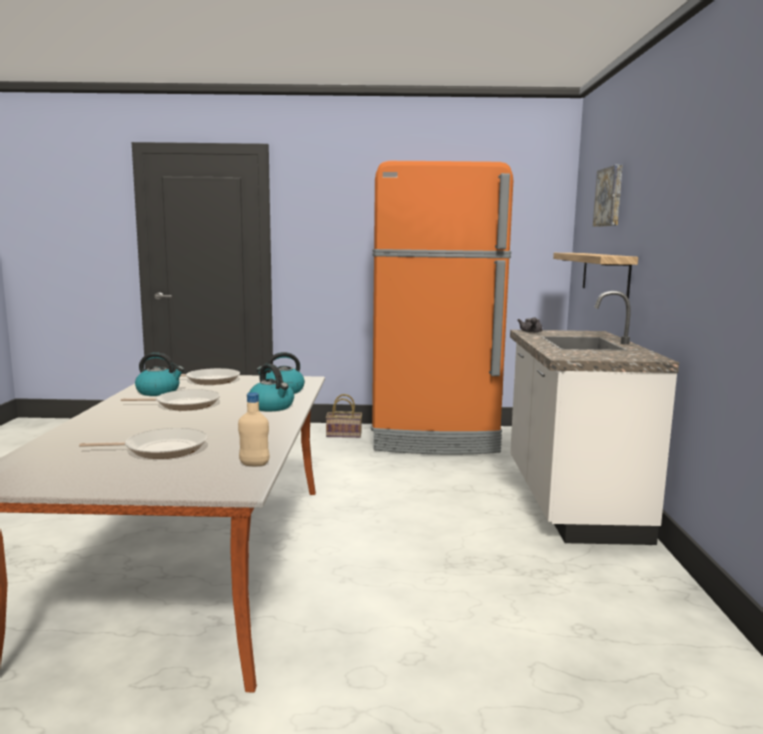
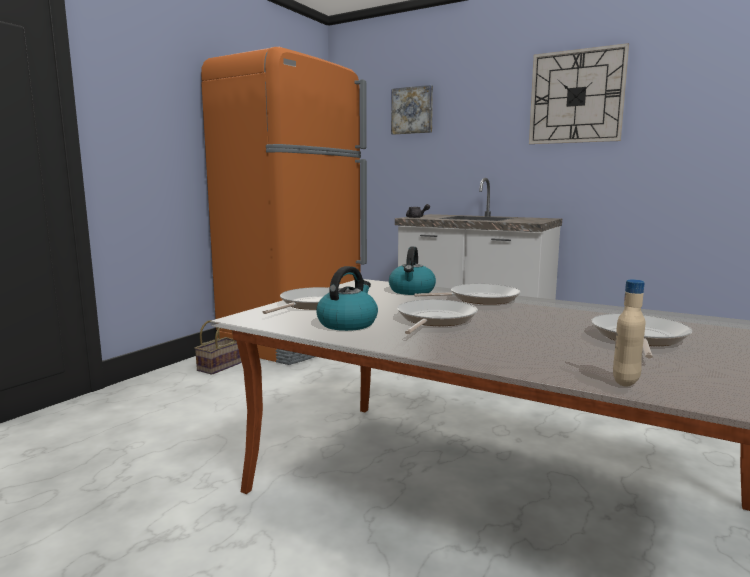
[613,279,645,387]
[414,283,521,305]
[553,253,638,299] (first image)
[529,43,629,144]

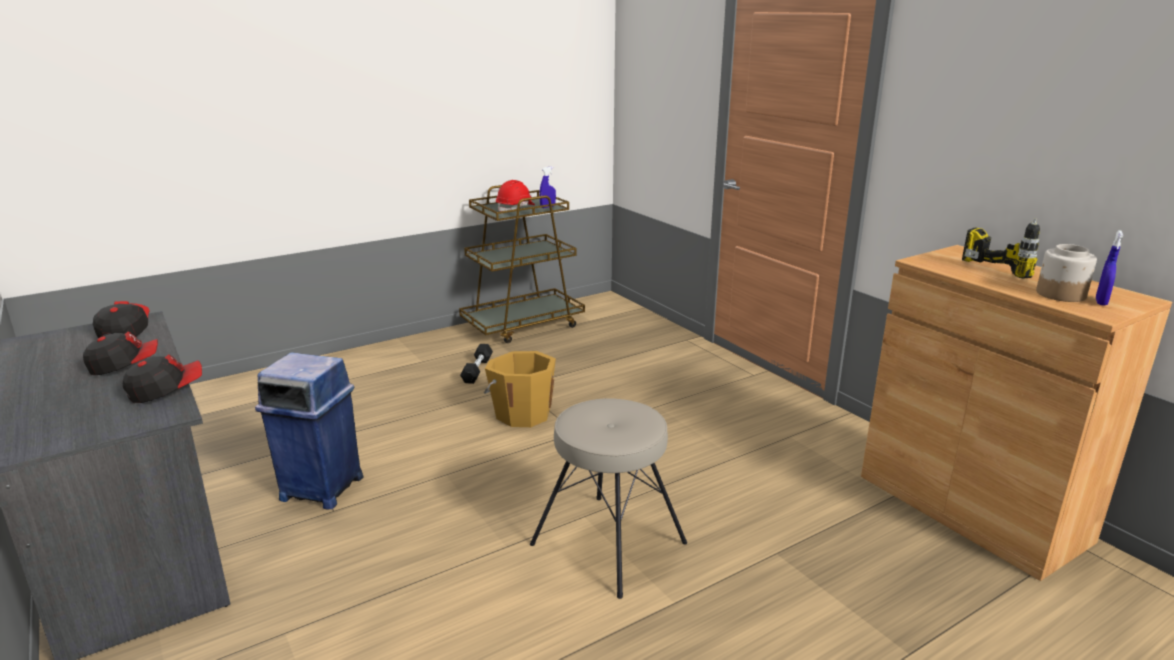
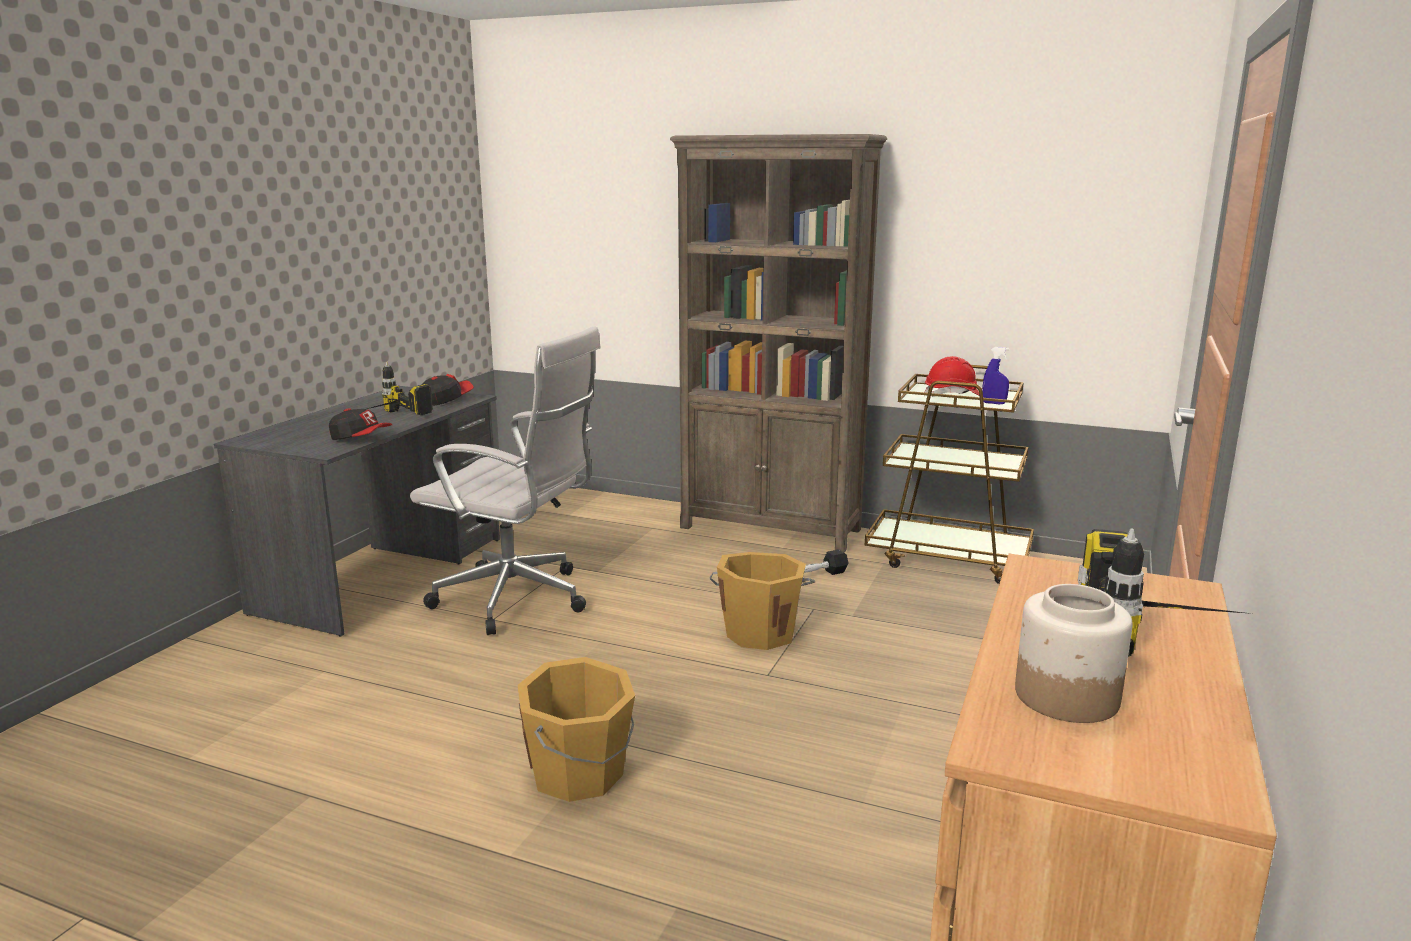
[367,362,433,415]
[410,326,601,635]
[518,657,635,802]
[1096,230,1123,306] (first image)
[670,134,887,553]

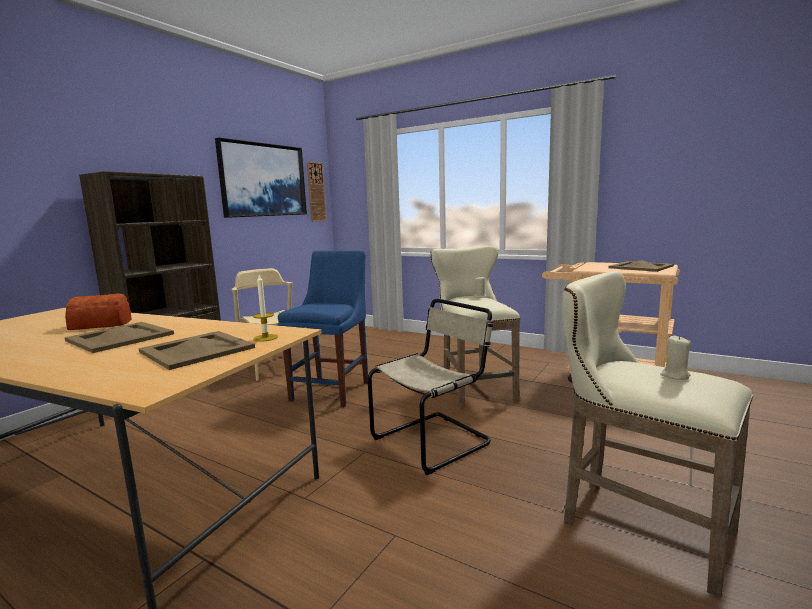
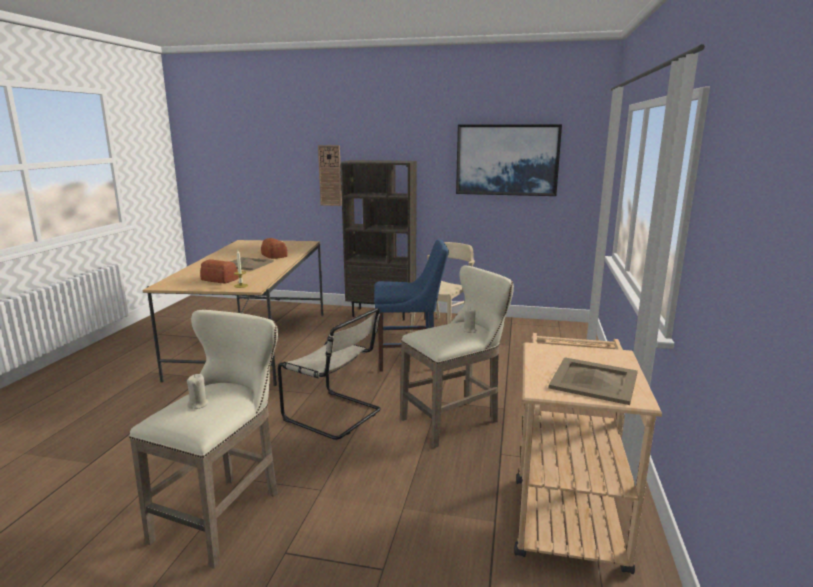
[200,259,239,284]
[318,145,342,206]

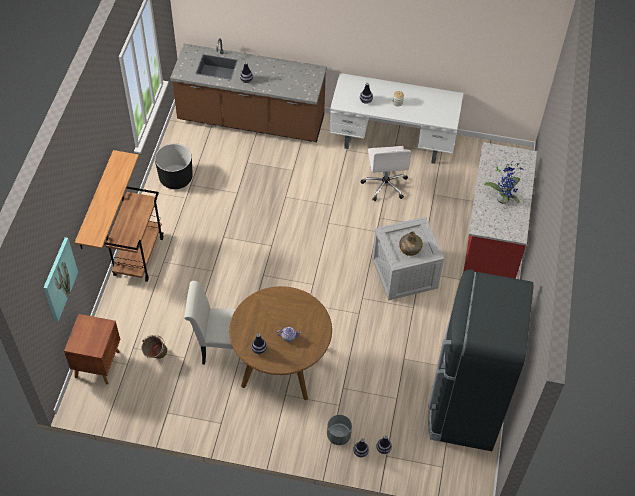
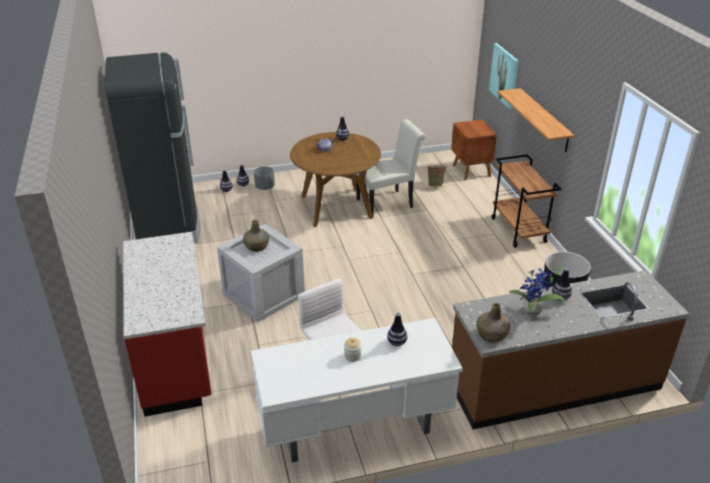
[509,267,565,316]
[477,303,510,342]

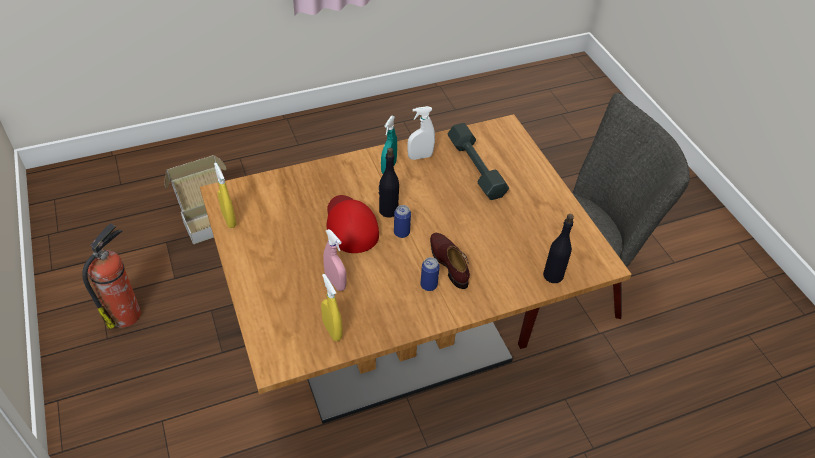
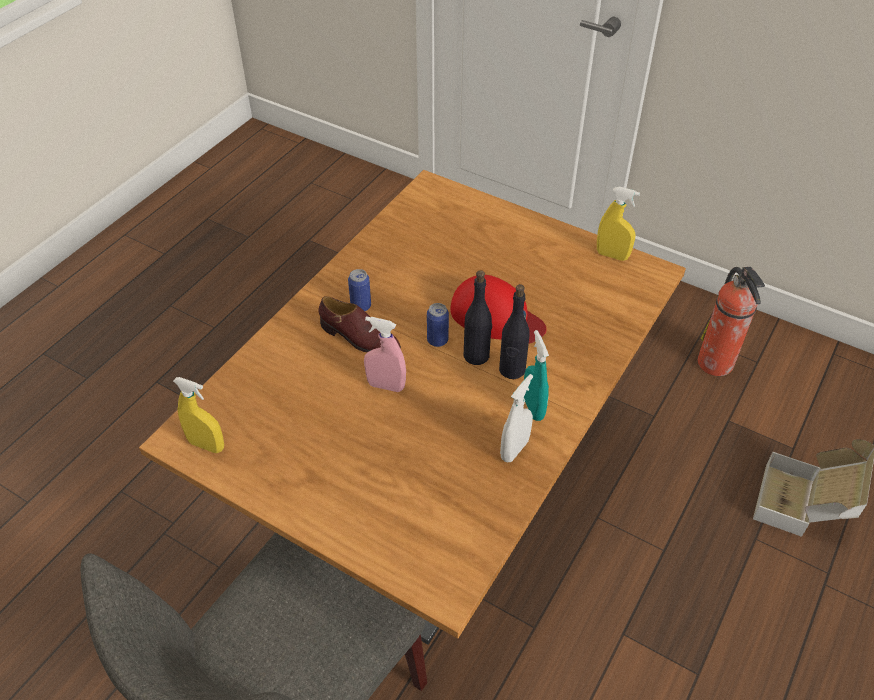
[173,377,224,453]
[364,316,406,392]
[447,123,509,200] (first image)
[499,284,530,379]

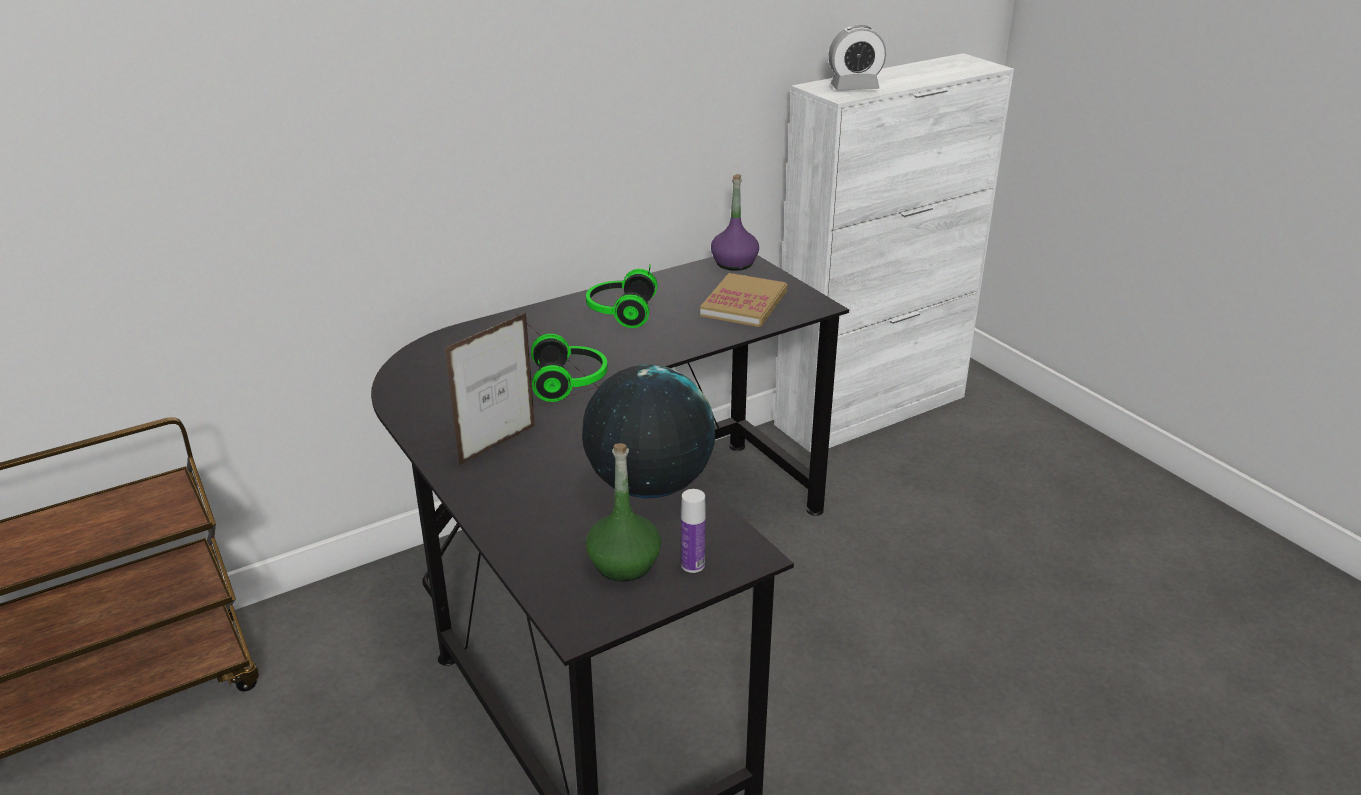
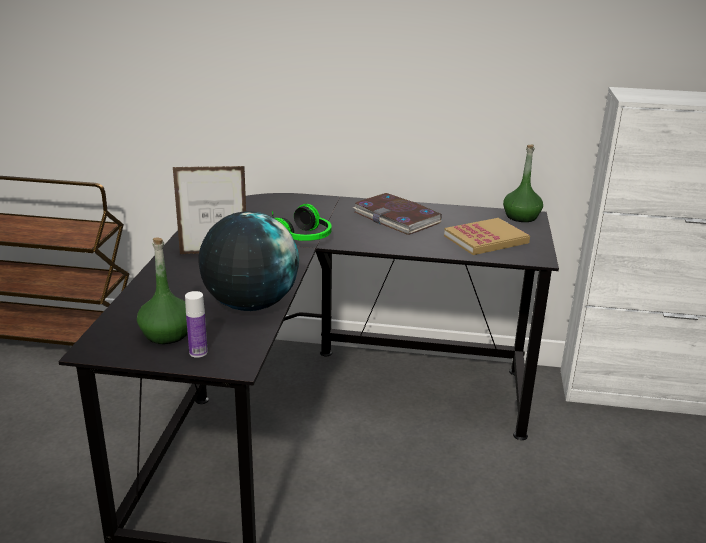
[352,193,442,235]
[503,145,543,222]
[829,25,886,91] (first image)

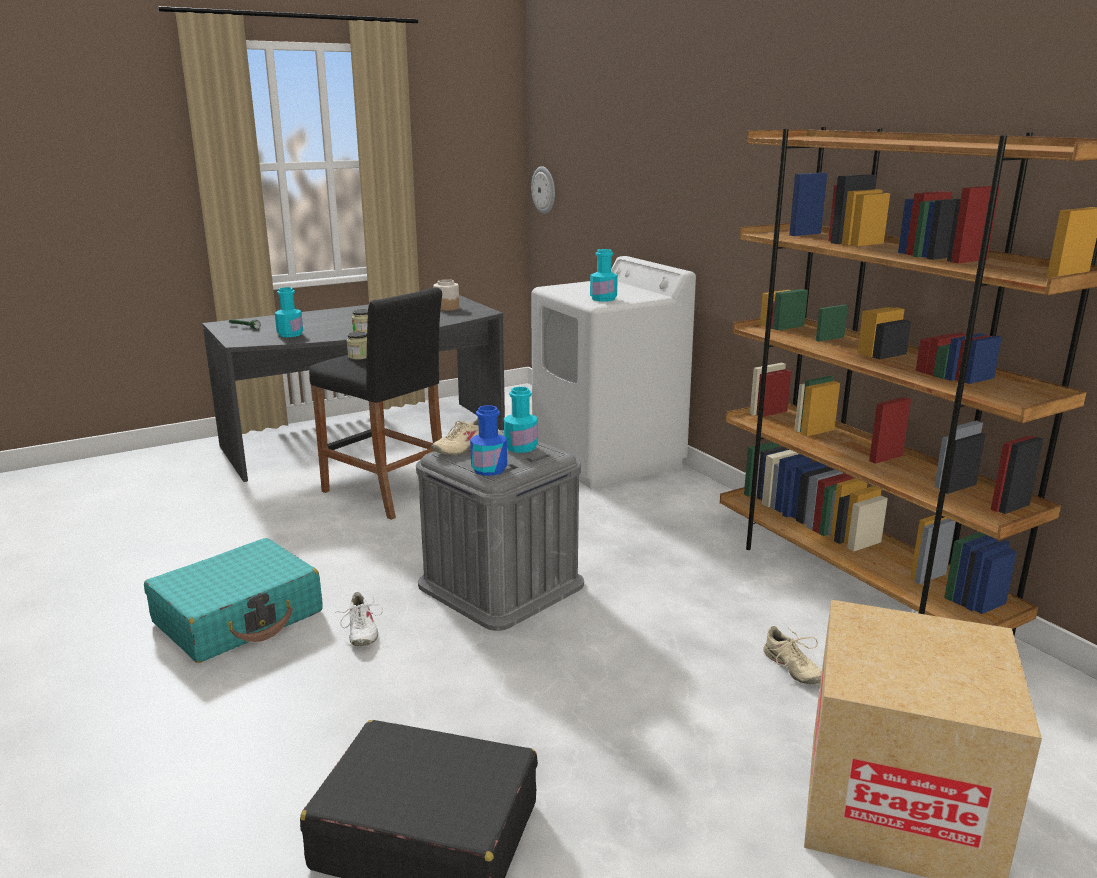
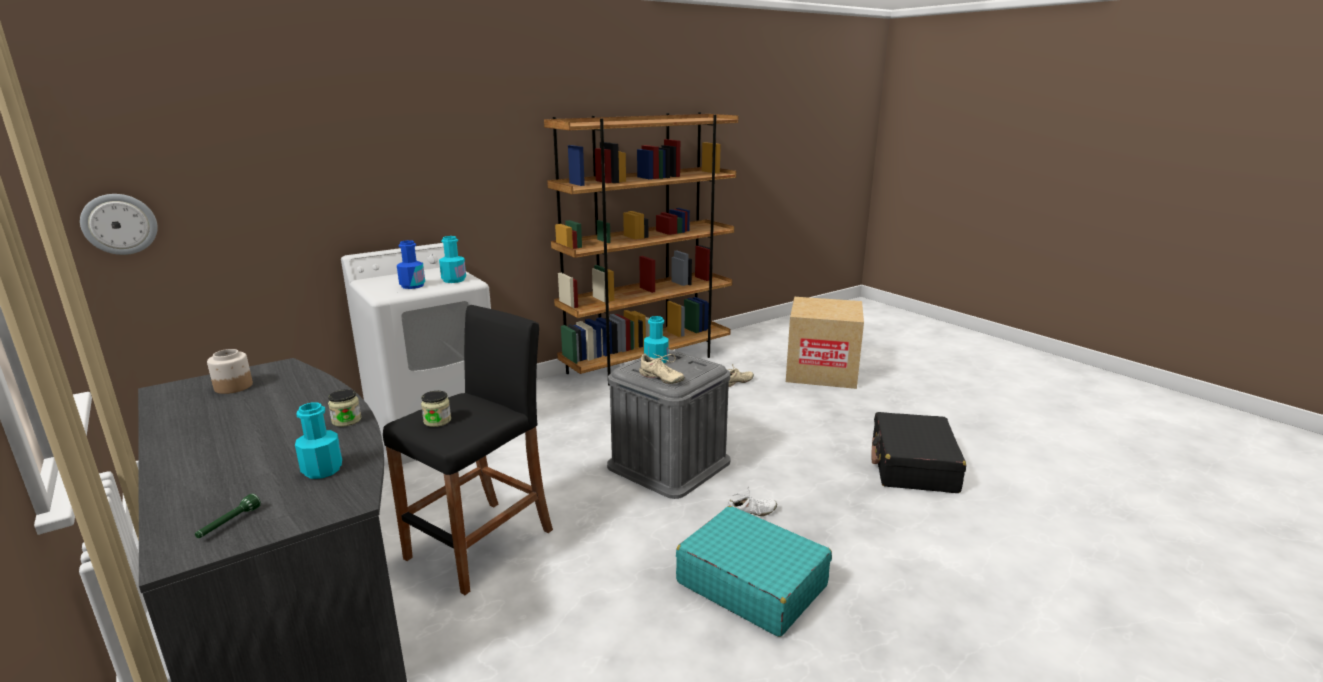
[397,240,425,289]

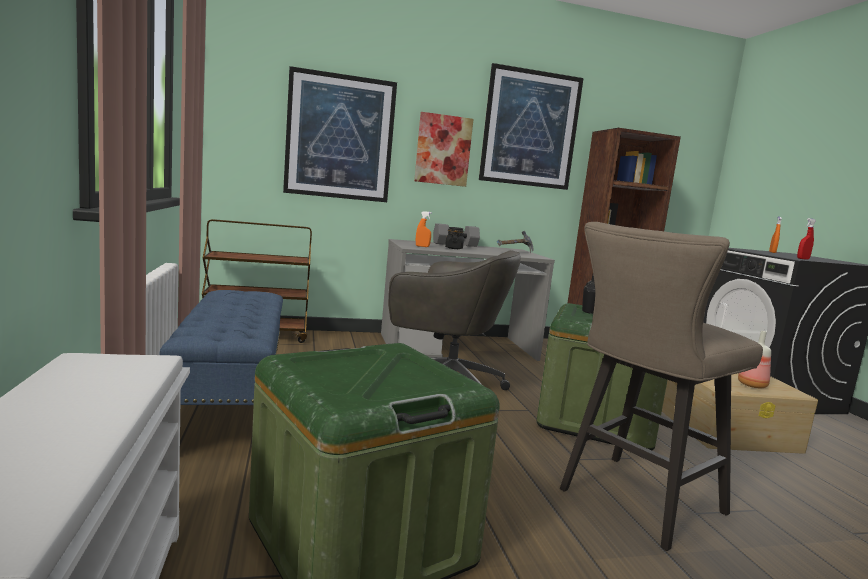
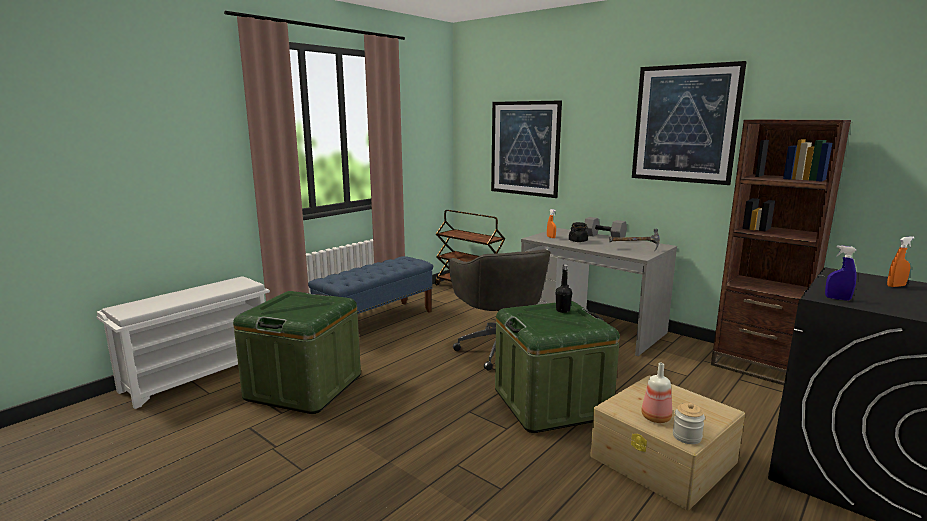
[414,112,473,187] (first image)
[560,222,763,551] (first image)
[825,245,857,301]
[673,403,705,444]

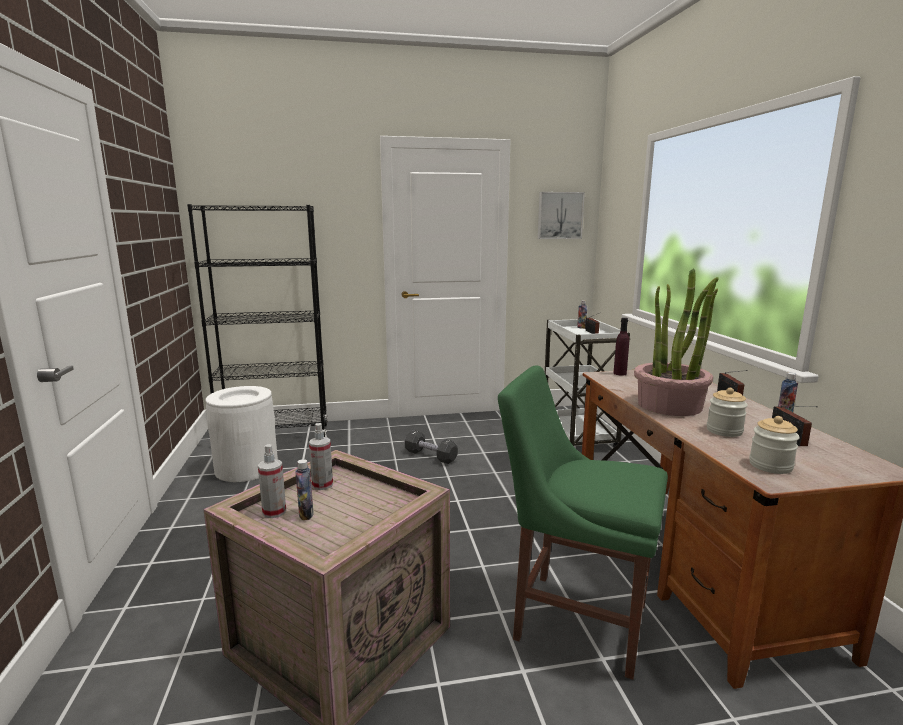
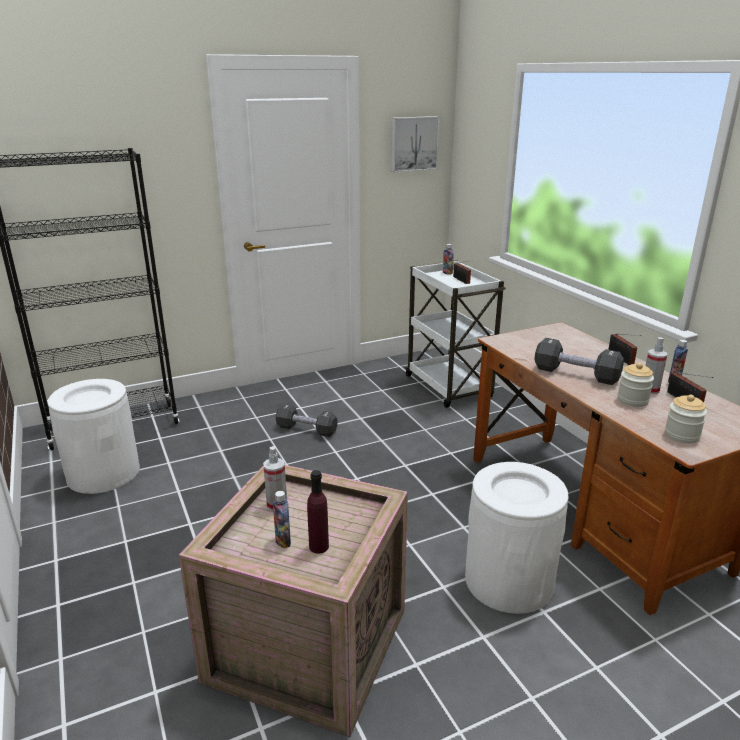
[645,337,667,394]
[465,462,569,614]
[307,470,329,554]
[534,338,624,385]

